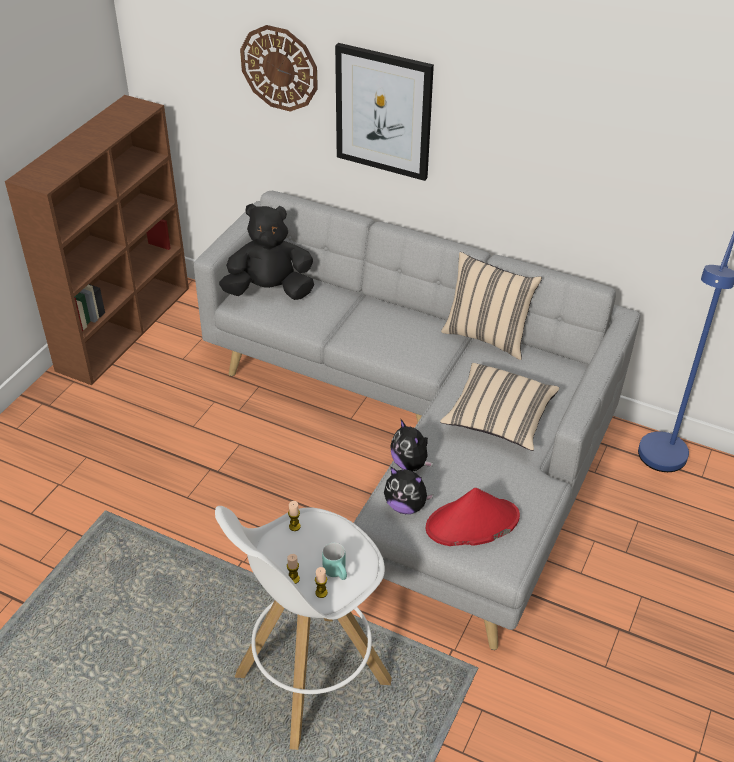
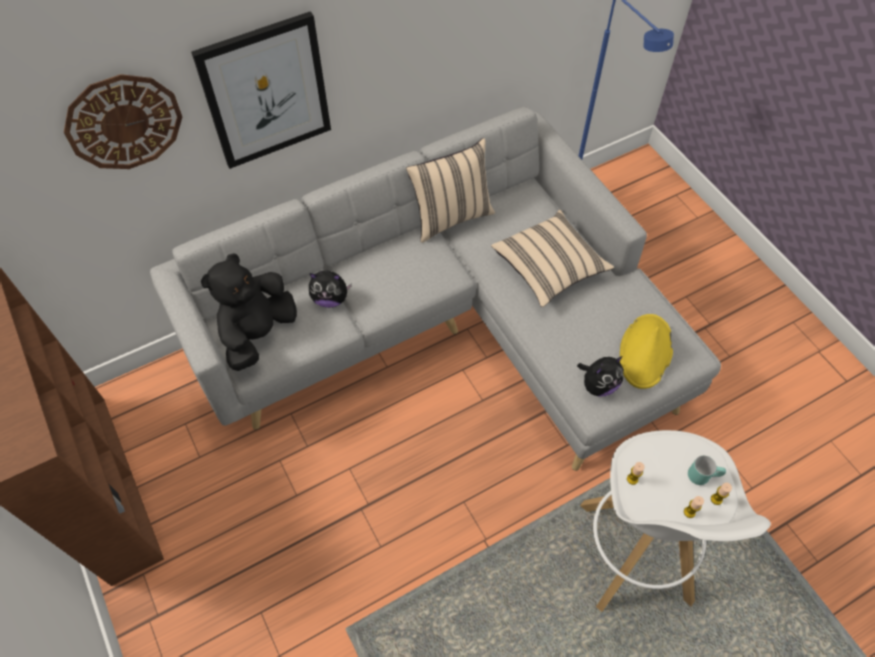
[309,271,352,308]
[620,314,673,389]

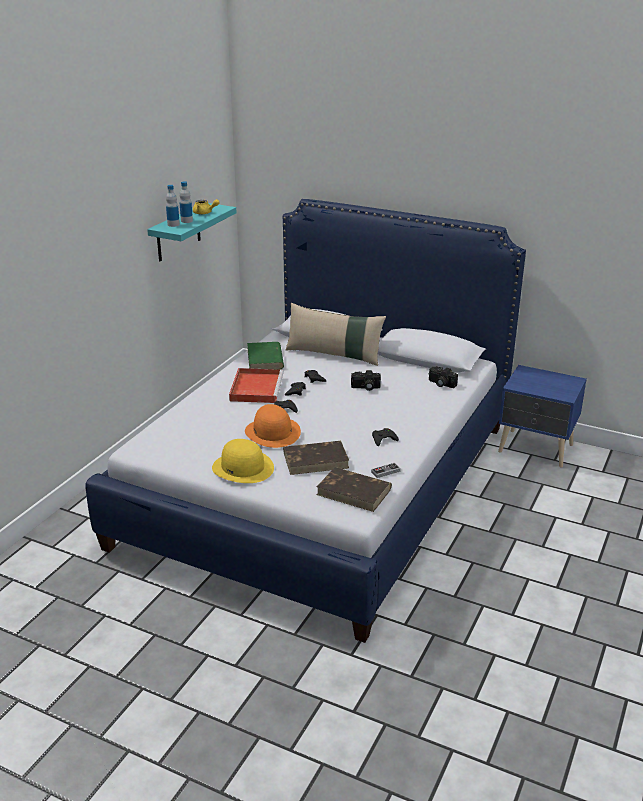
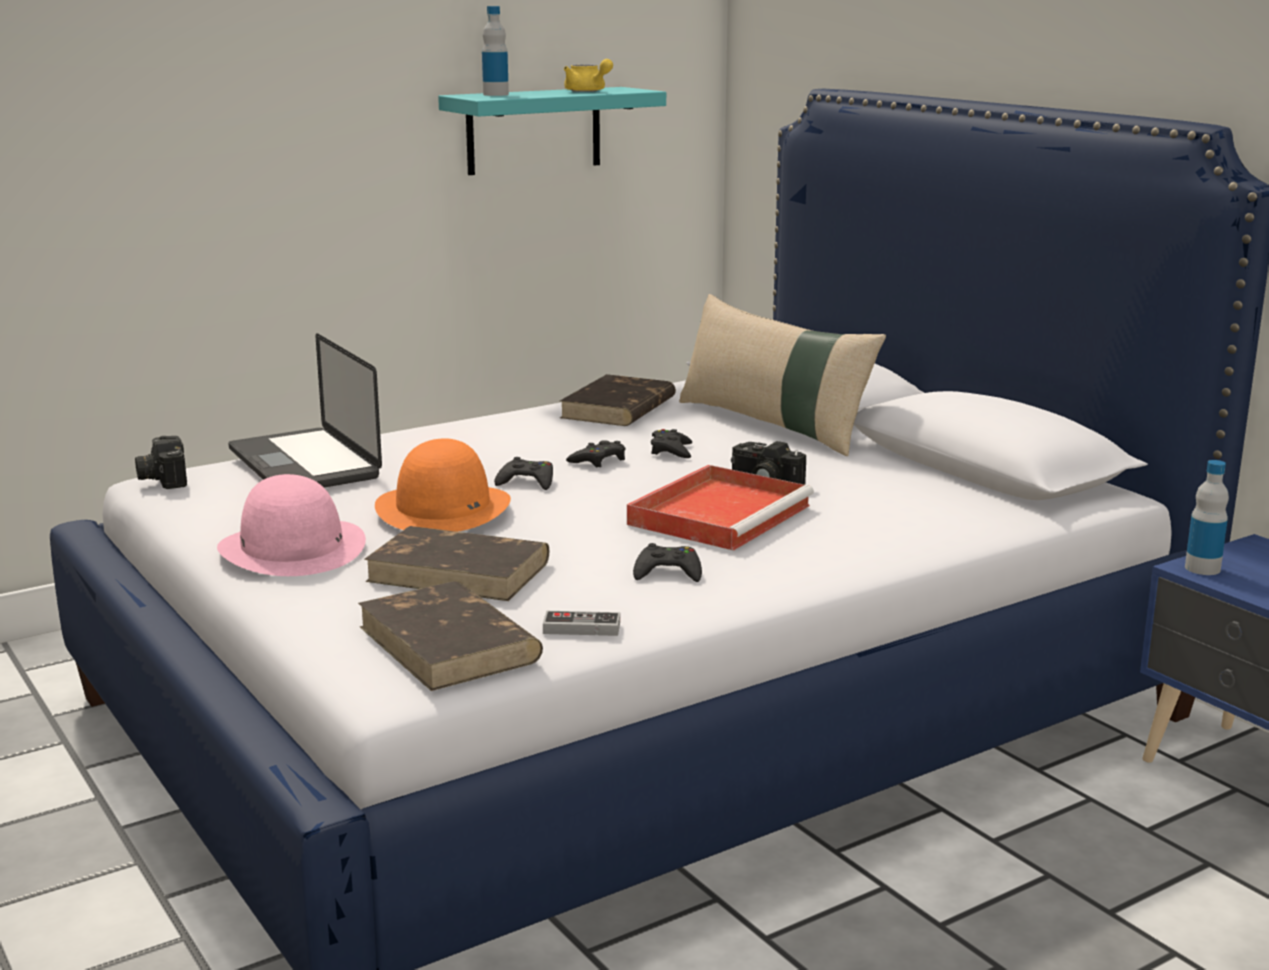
[1185,460,1229,575]
[217,474,366,576]
[627,465,814,551]
[560,374,676,426]
[135,436,187,489]
[228,333,382,488]

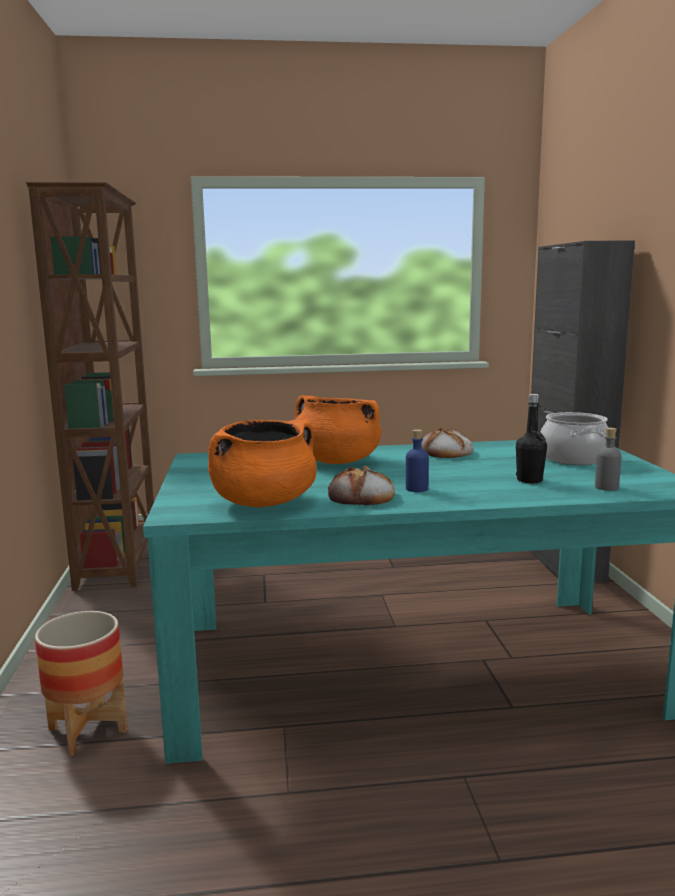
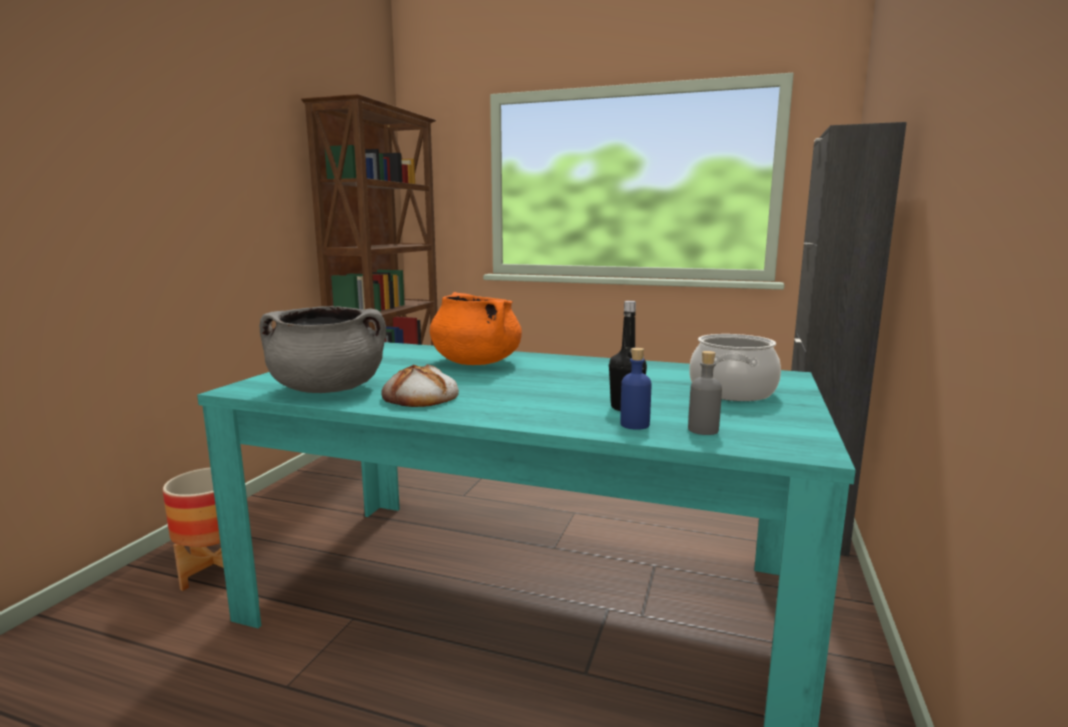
[259,306,386,393]
[620,348,651,430]
[421,428,473,458] (first image)

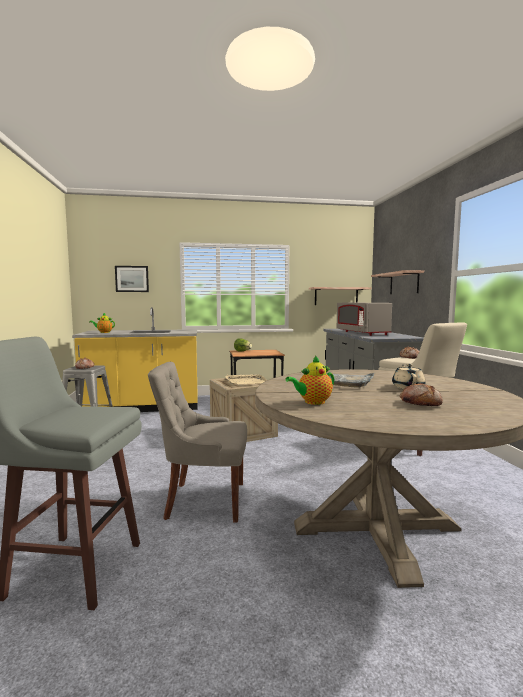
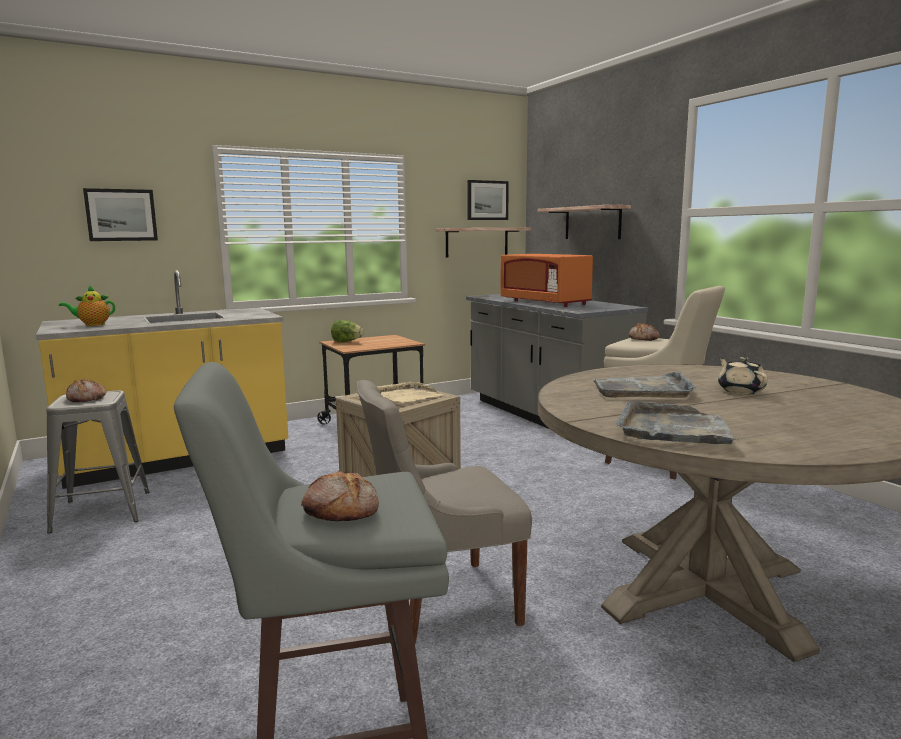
[616,401,737,444]
[500,254,593,307]
[301,471,379,521]
[467,180,509,220]

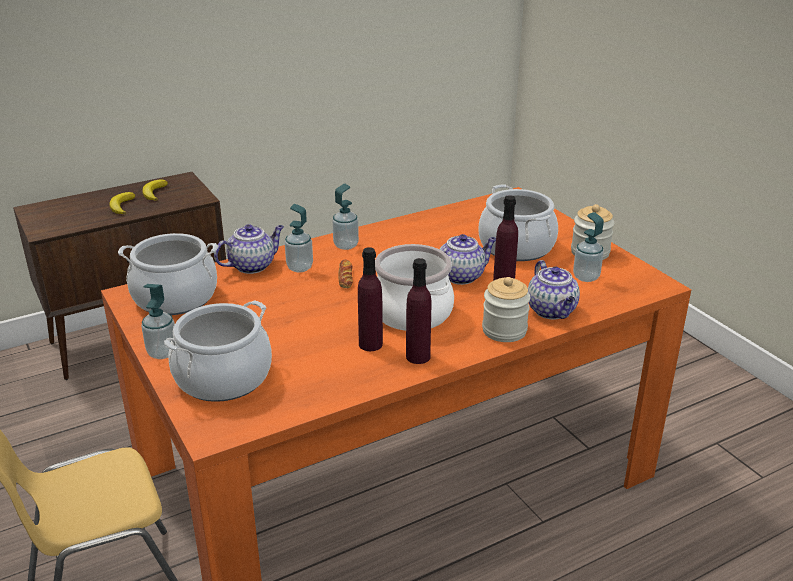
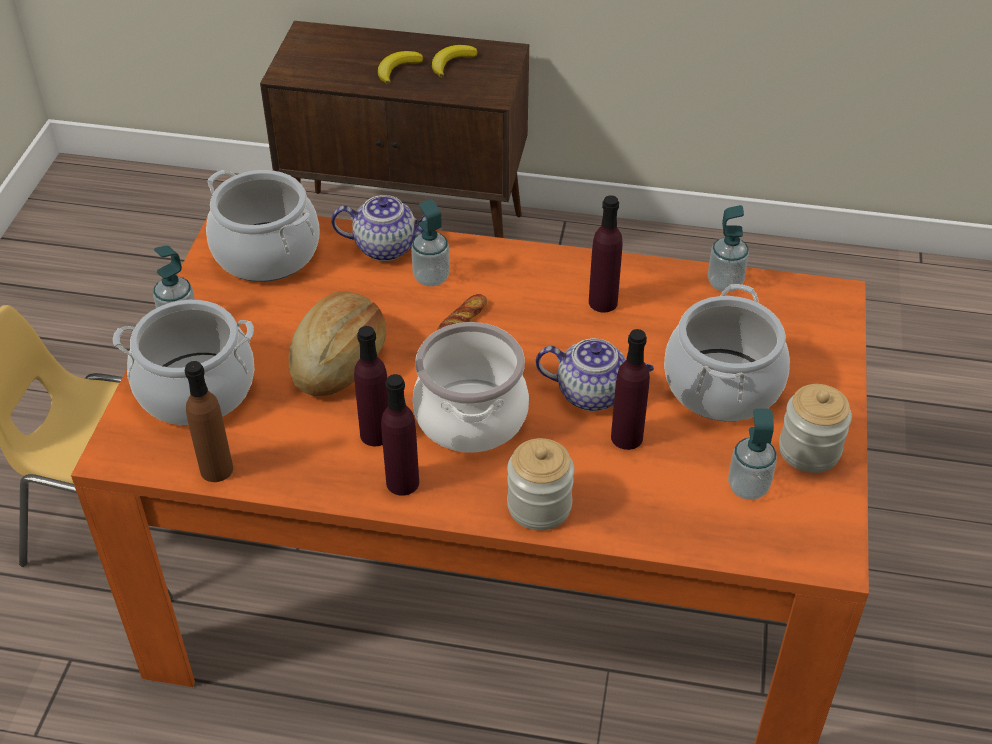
[708,205,749,292]
[528,260,580,320] (first image)
[185,361,233,482]
[289,291,386,396]
[589,195,623,312]

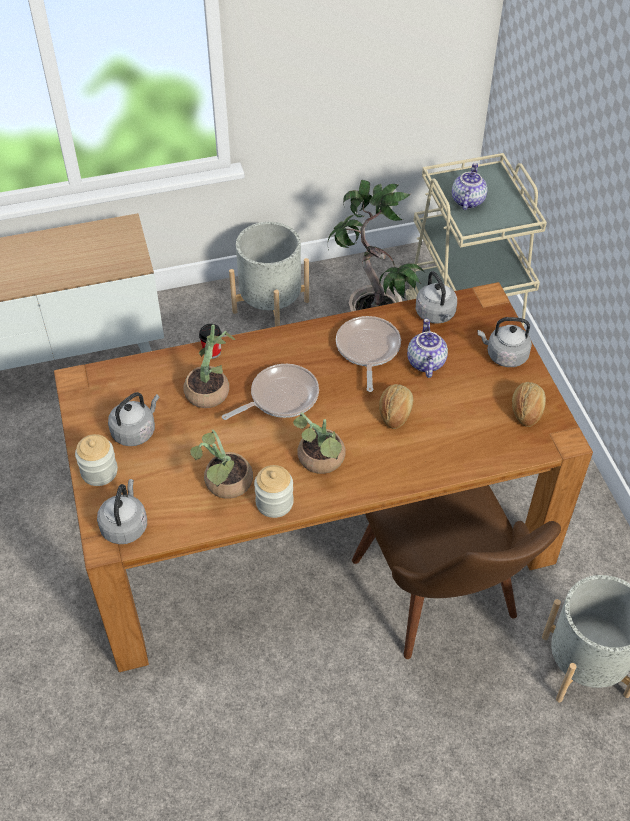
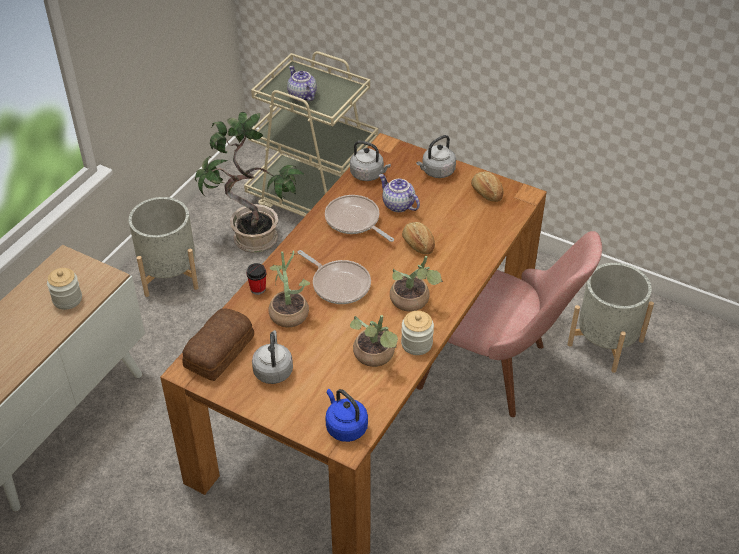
[47,268,82,310]
[325,389,368,442]
[297,250,371,304]
[416,231,602,417]
[182,309,254,381]

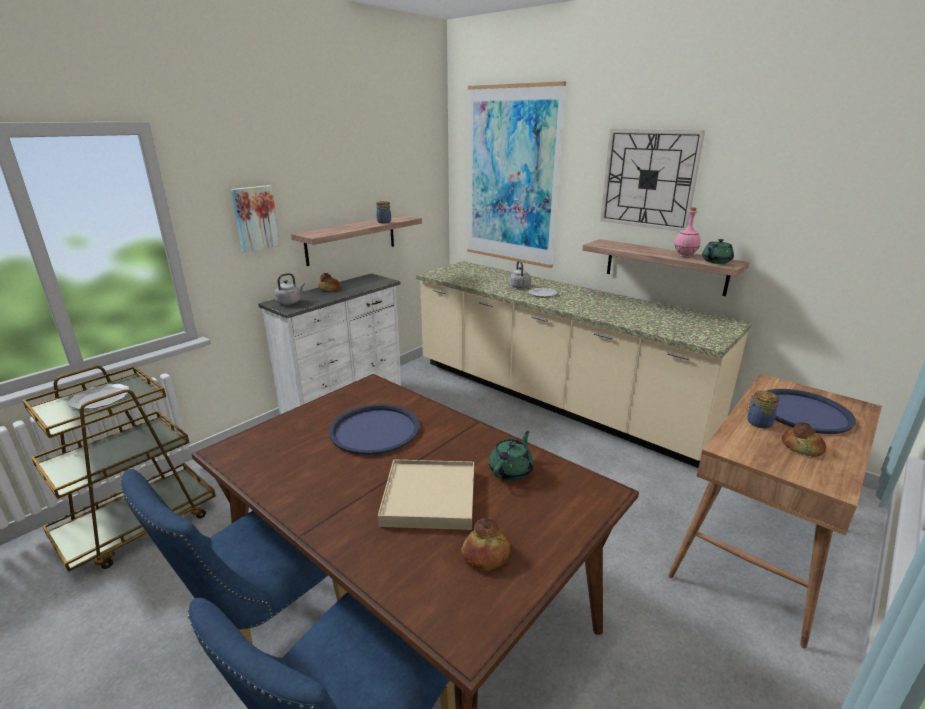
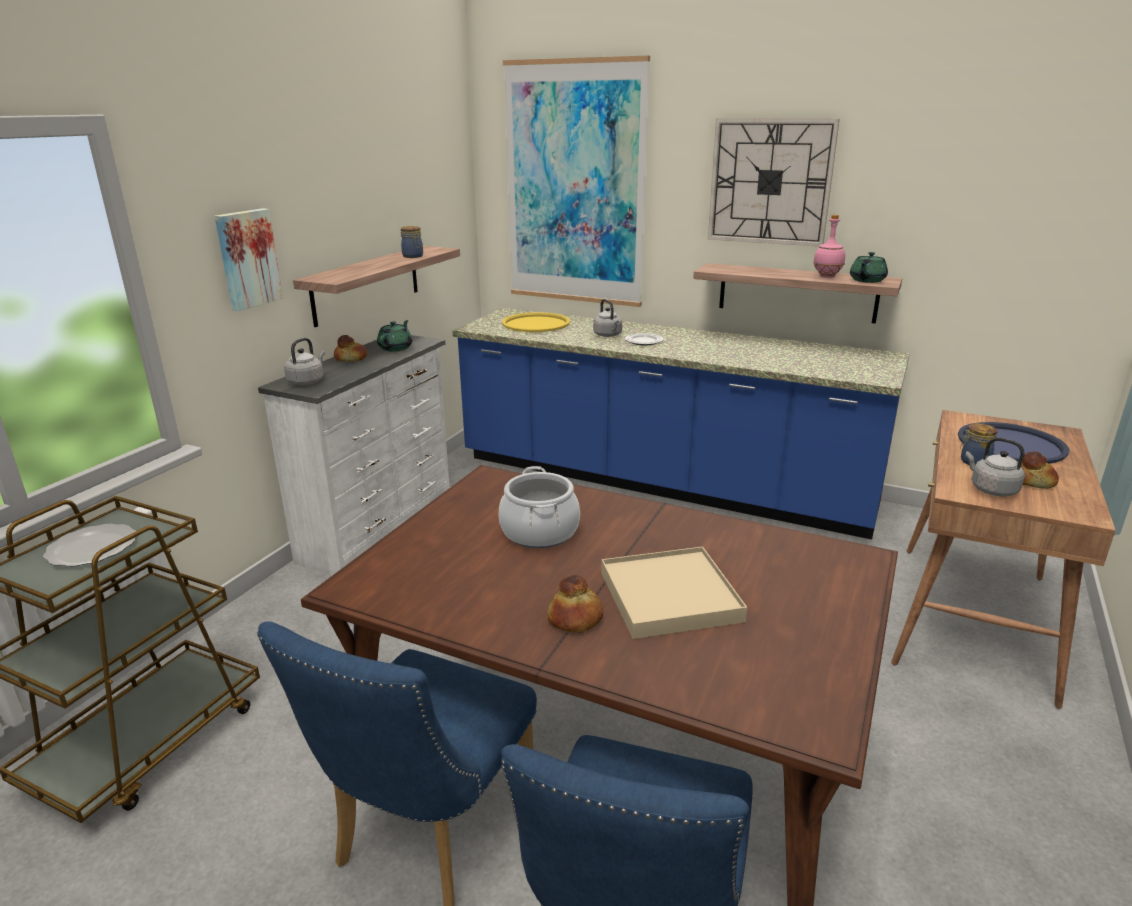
[499,466,580,548]
[453,308,909,539]
[547,575,603,633]
[377,320,412,352]
[502,312,570,332]
[965,437,1025,496]

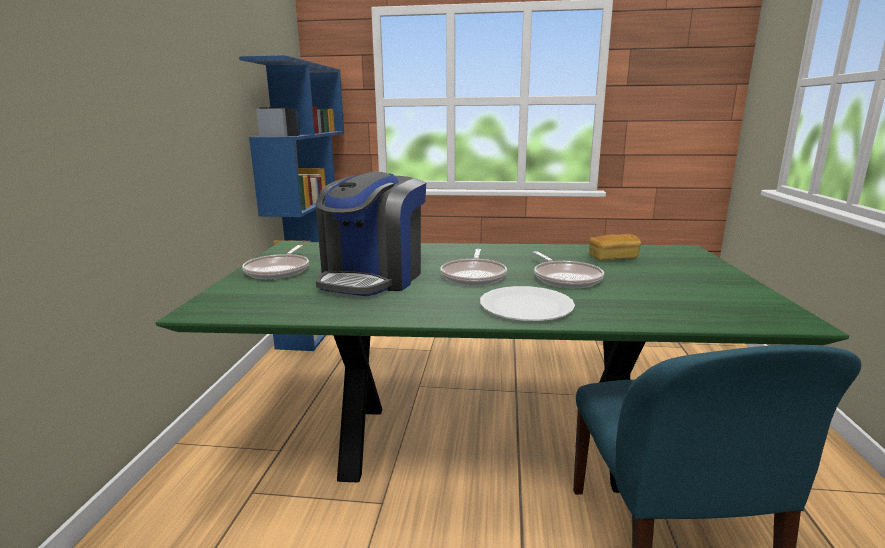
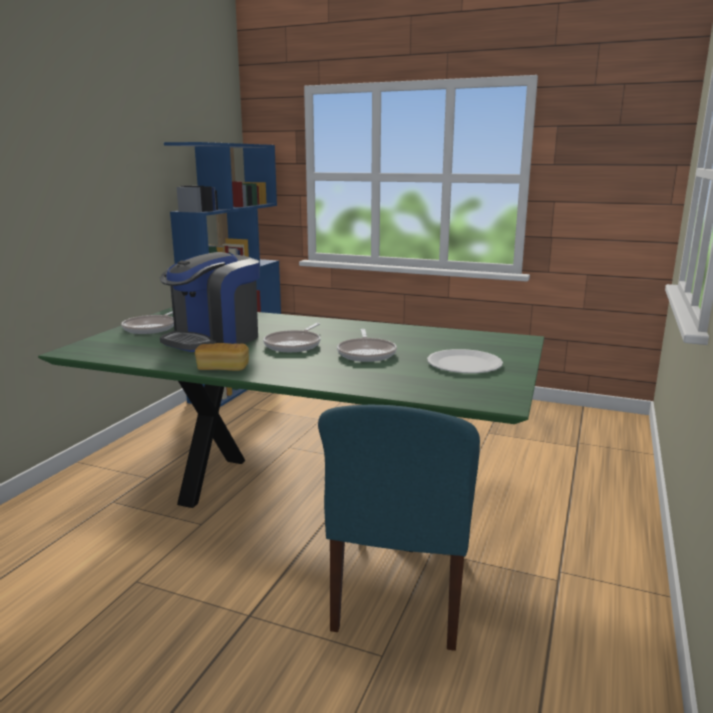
[427,349,503,373]
[195,343,249,371]

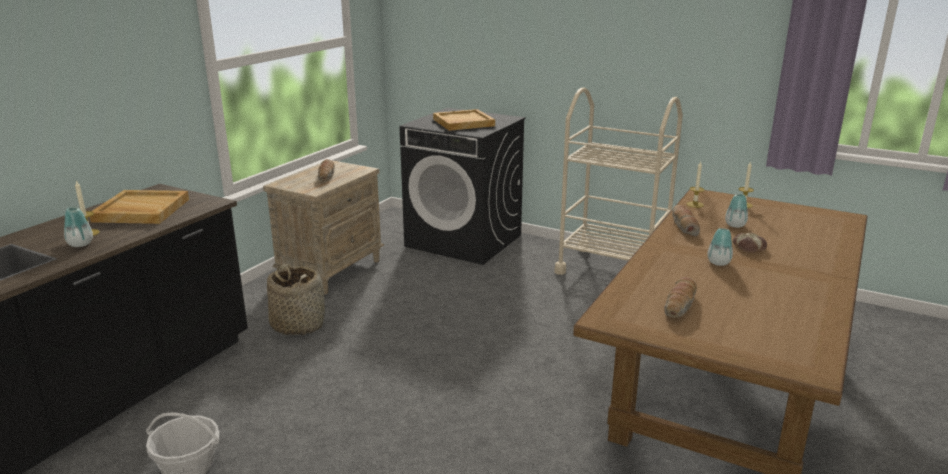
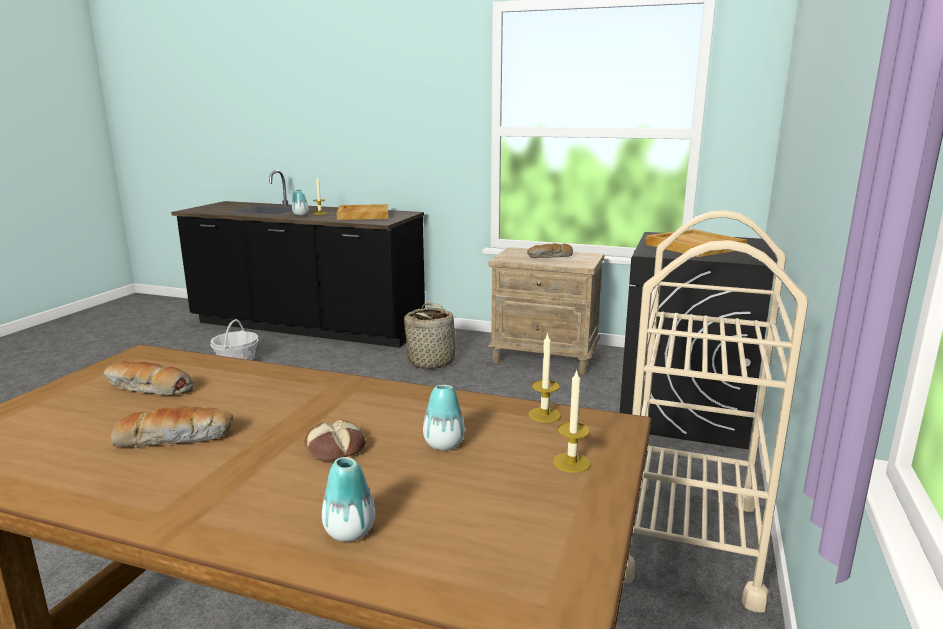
[111,406,233,448]
[322,457,375,542]

